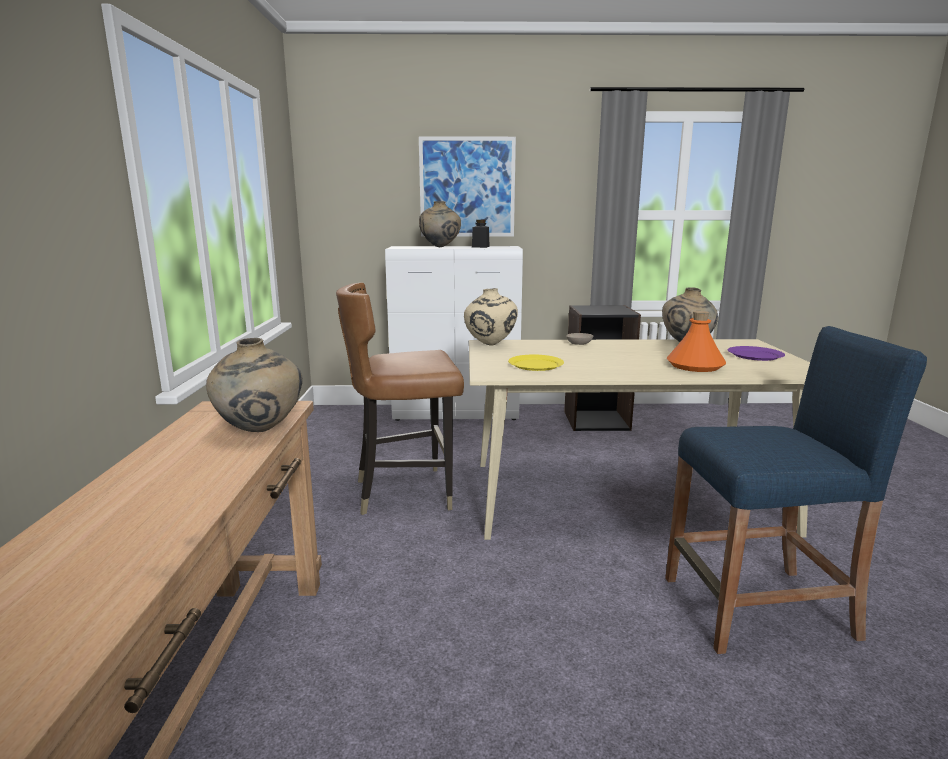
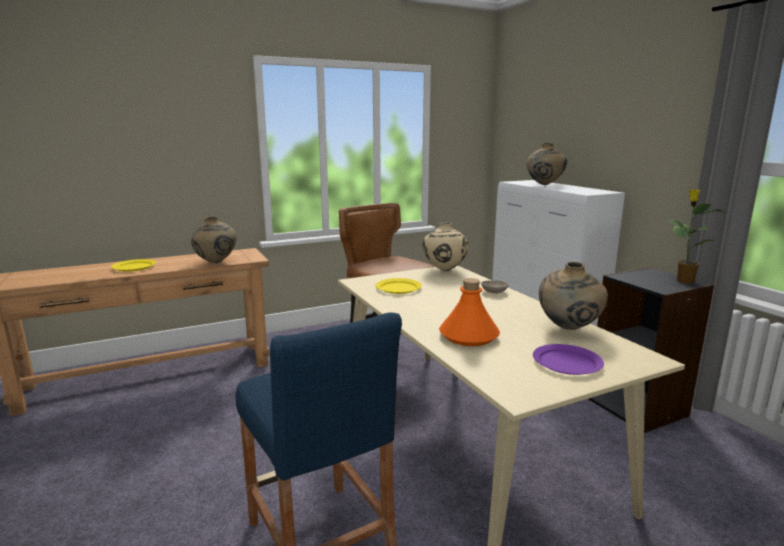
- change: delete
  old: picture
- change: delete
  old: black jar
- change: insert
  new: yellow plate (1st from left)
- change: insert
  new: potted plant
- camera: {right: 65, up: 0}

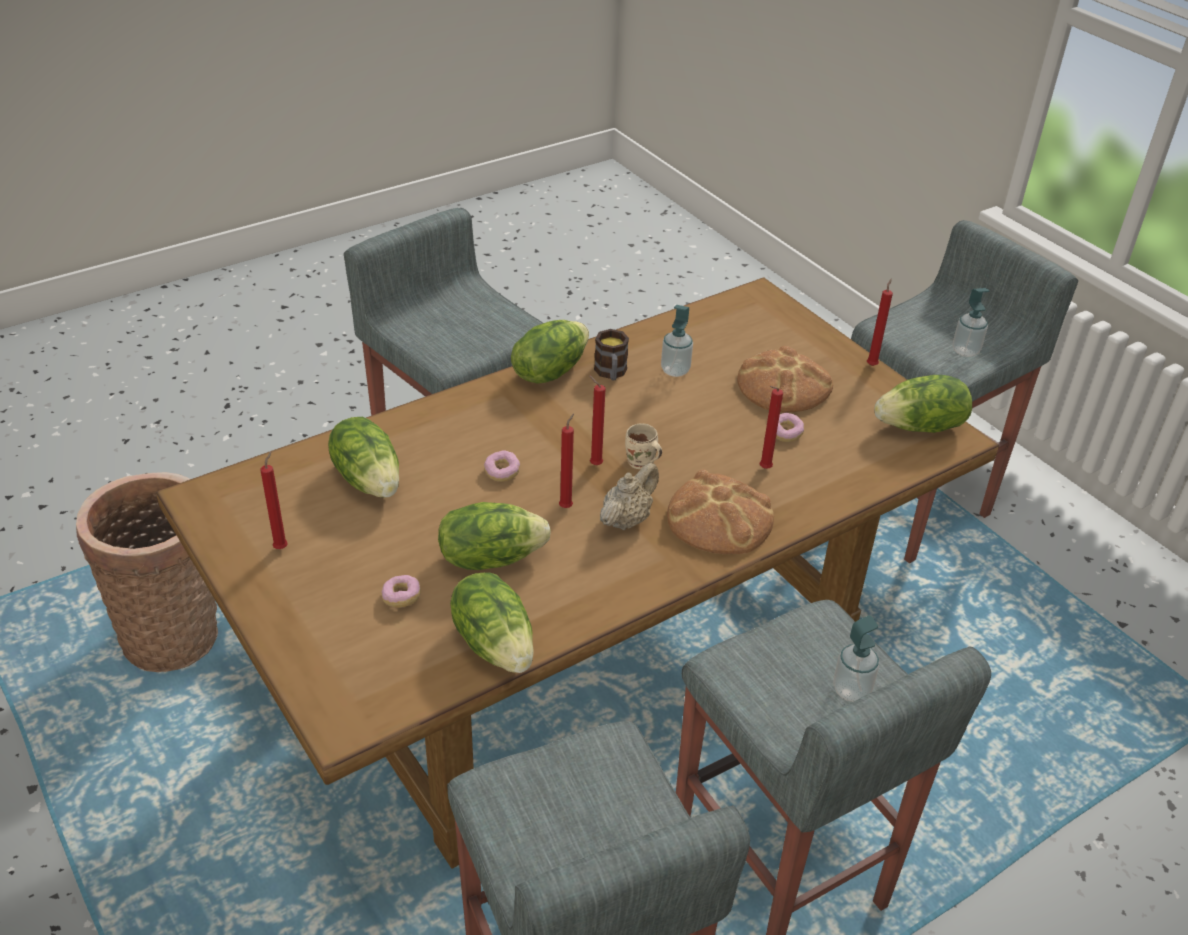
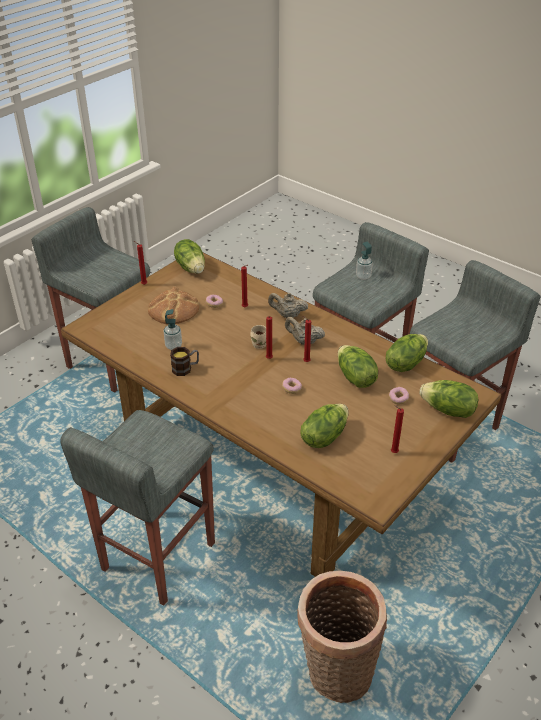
- change: move
  old: lettuce (4th from left in the first image)
  new: lettuce (5th from left)
- change: replace
  old: bread (1st from left)
  new: beige teapot (1st from left)
- change: delete
  old: soap dispenser (3rd from left)
- camera: {right: -105, up: 0}

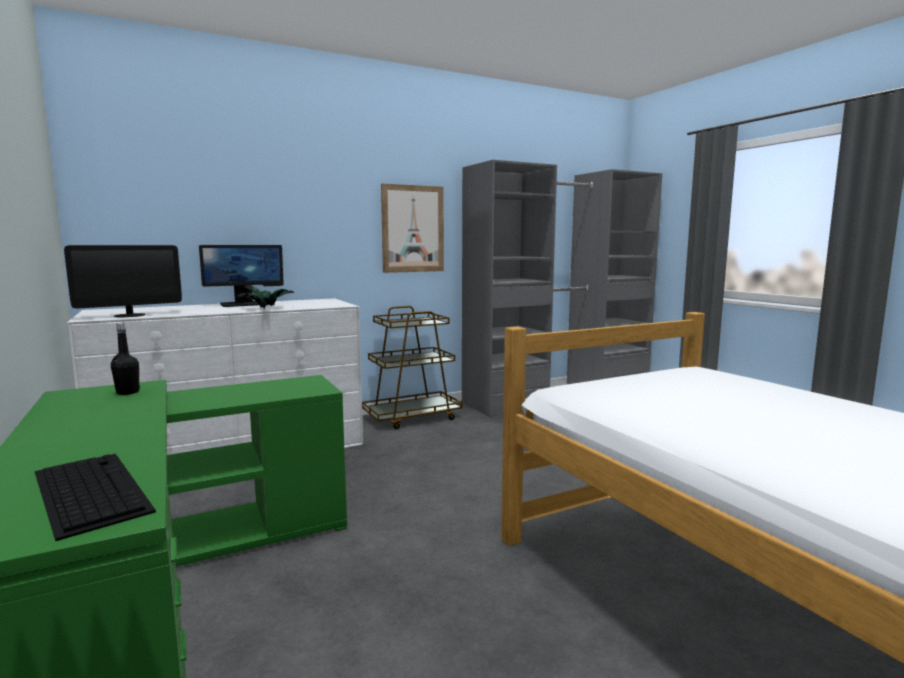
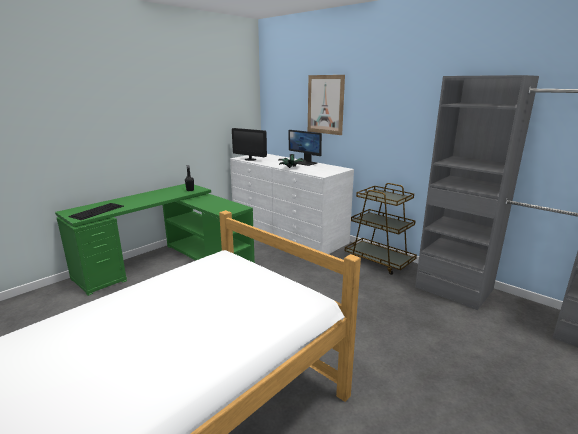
- change: move
  old: picture
- camera: {right: 70, up: 10}

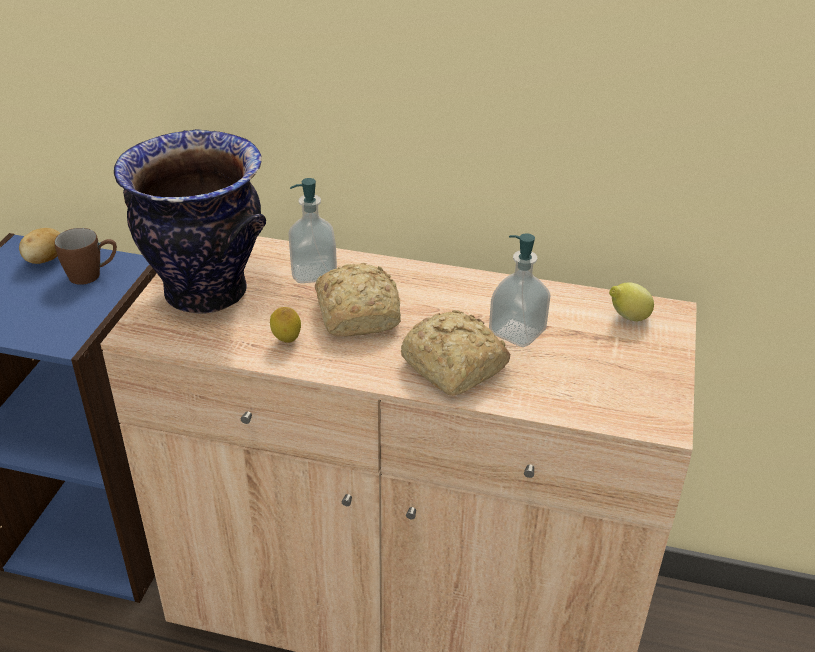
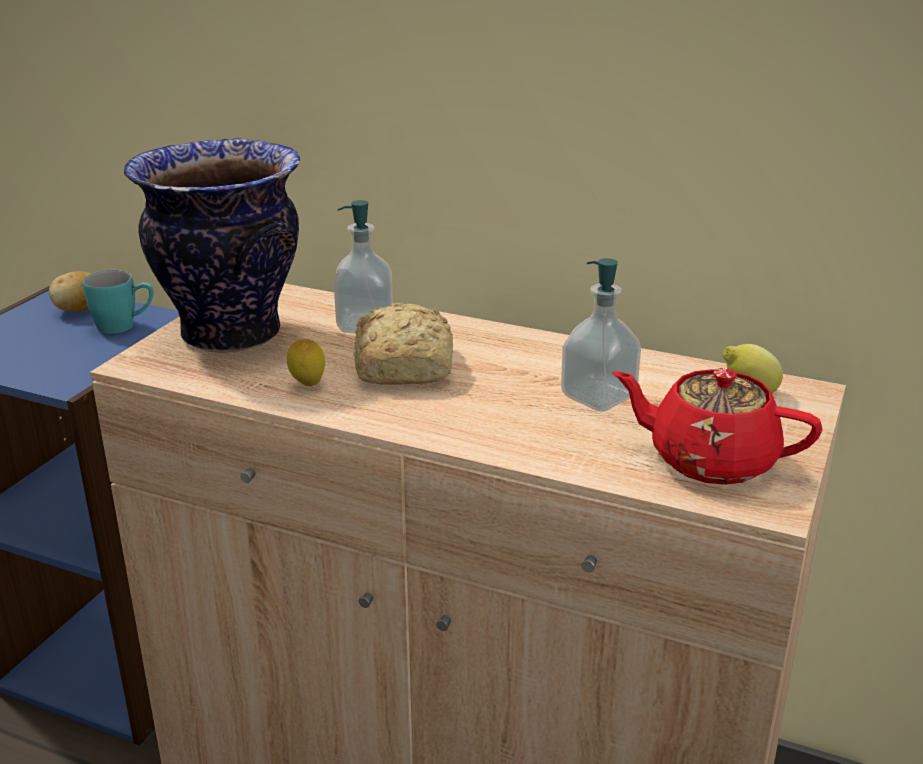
- change: recolor
  old: brown mug
  new: turquoise mug
- change: delete
  old: bread (2nd from left)
- change: insert
  new: red teapot
- camera: {right: 10, up: -10}

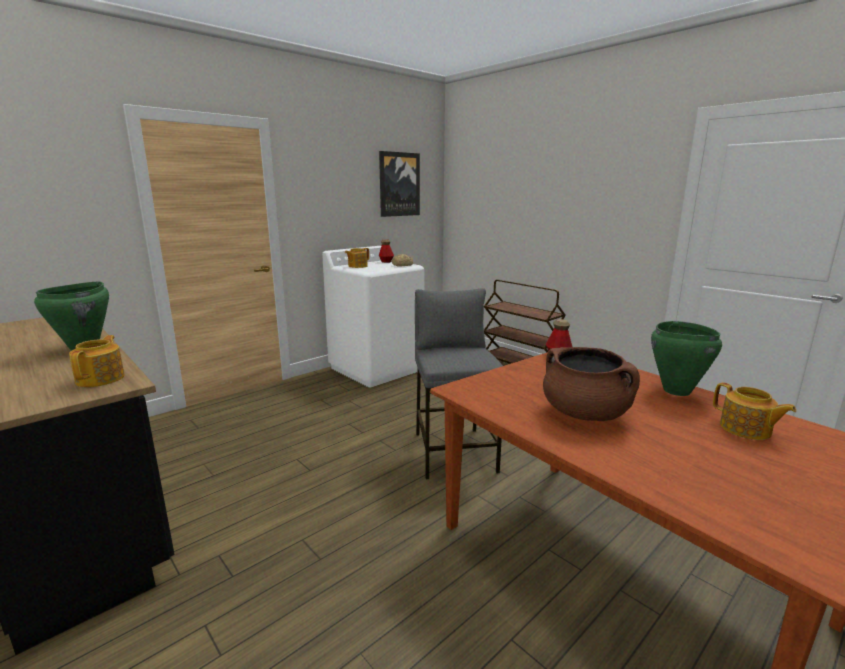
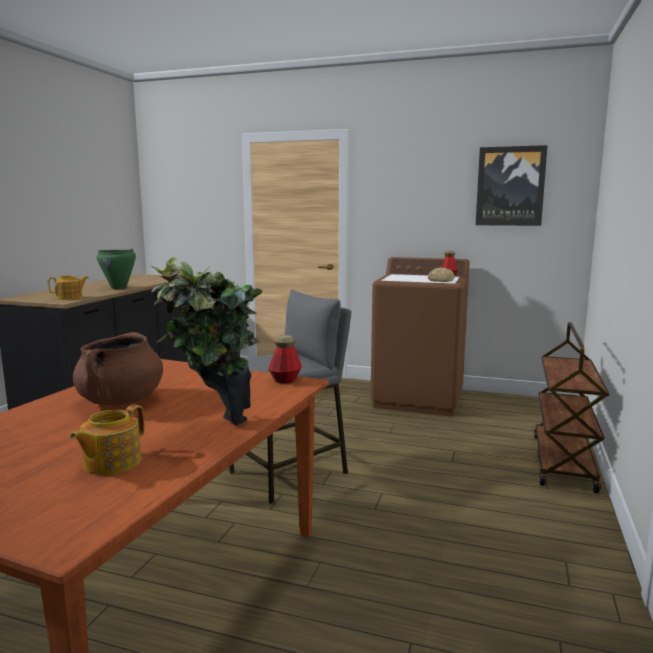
- change: recolor
  old: white washing machine
  new: brown washing machine
- change: delete
  old: teapot (2nd from left)
- change: replace
  old: green cooking pot (2nd from left)
  new: potted plant
- camera: {right: 60, up: -5}

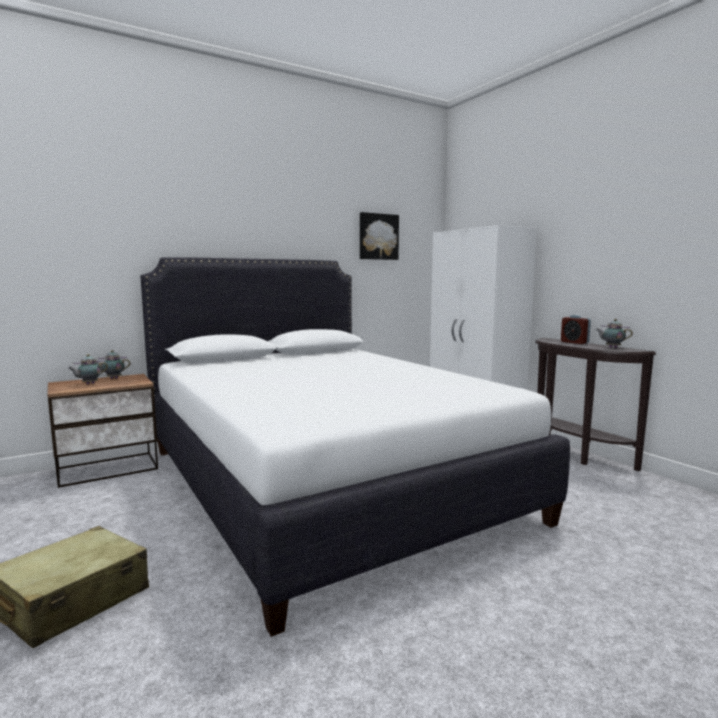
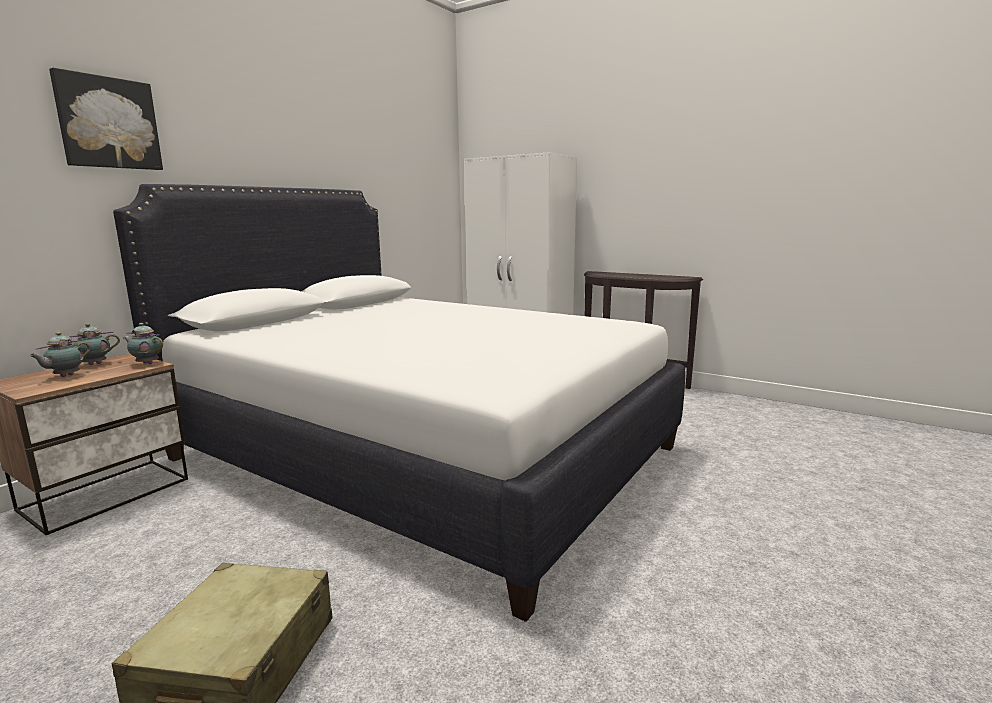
- change: move
  old: picture
- change: delete
  old: alarm clock
- change: move
  old: teapot (3rd from left)
- camera: {right: -25, up: 5}

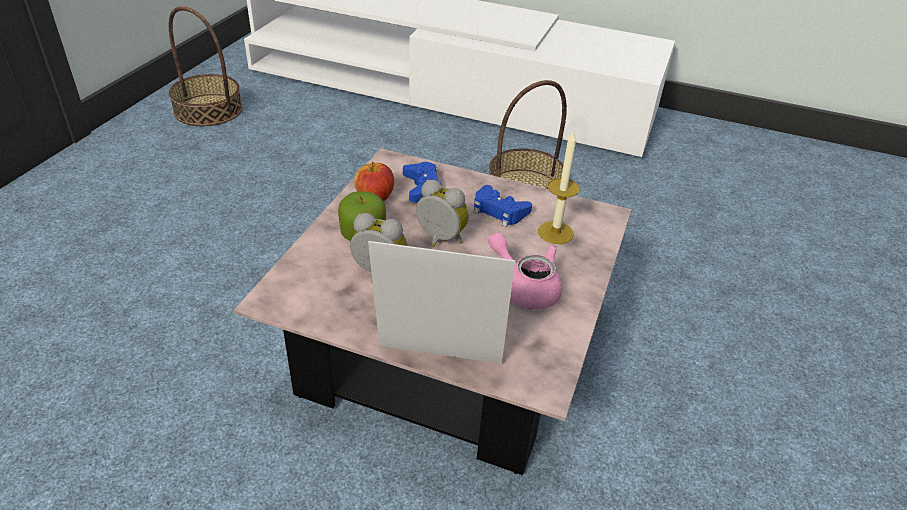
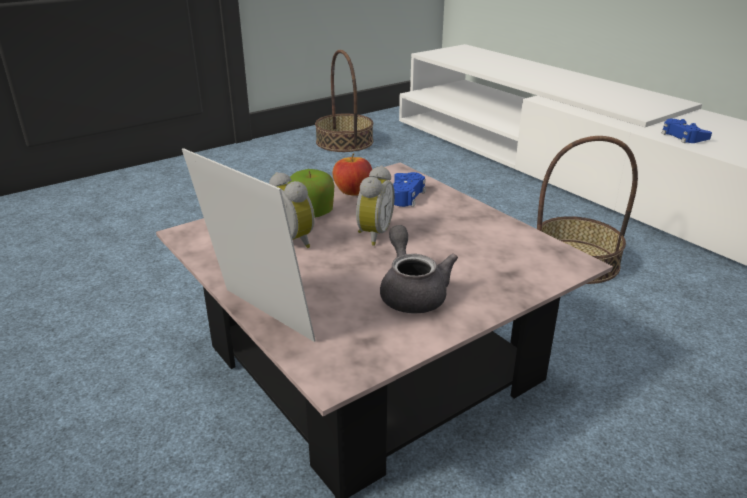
- change: rotate
  old: alarm clock (2nd from left)
  degrees: 45
- change: move
  old: blue game controller (2nd from left)
- change: recolor
  old: pink teapot
  new: grey teapot
- change: delete
  old: candle
- camera: {right: 35, up: -10}

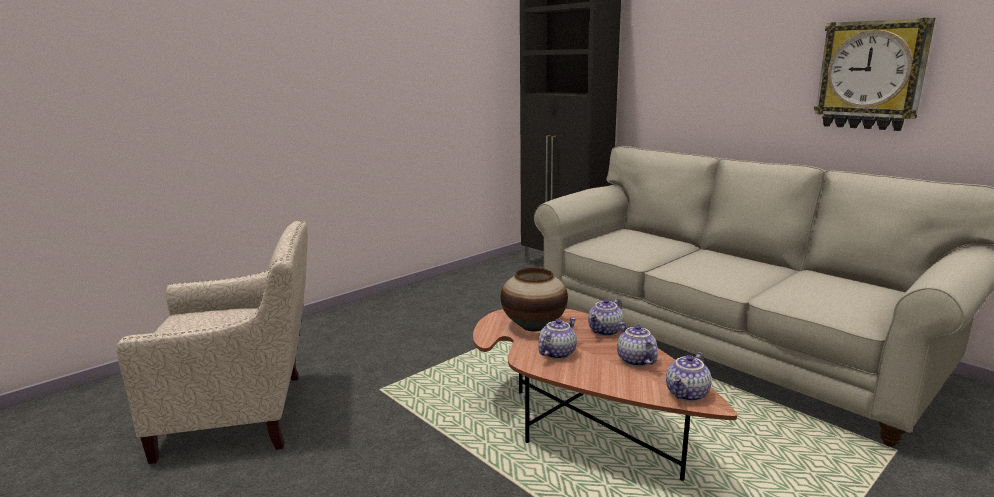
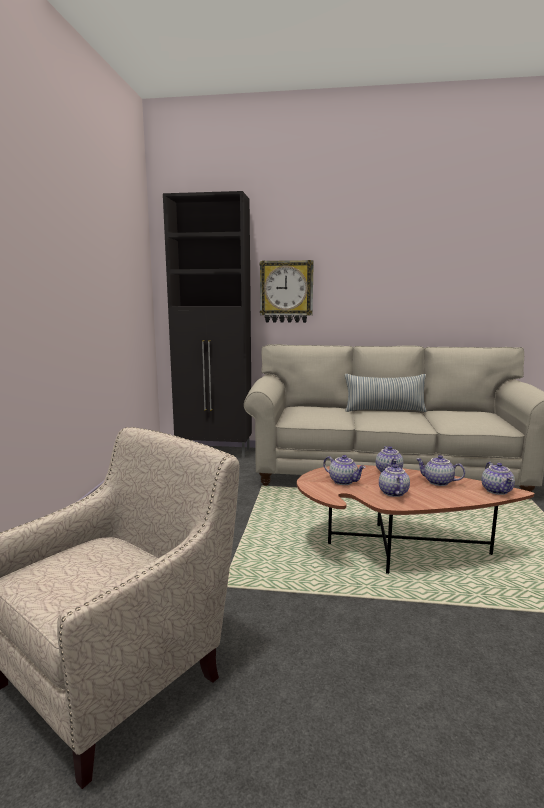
- change: replace
  old: vase
  new: teapot (1st from left)
- change: move
  old: wall clock
- change: insert
  new: pillow
- camera: {right: -40, up: -5}

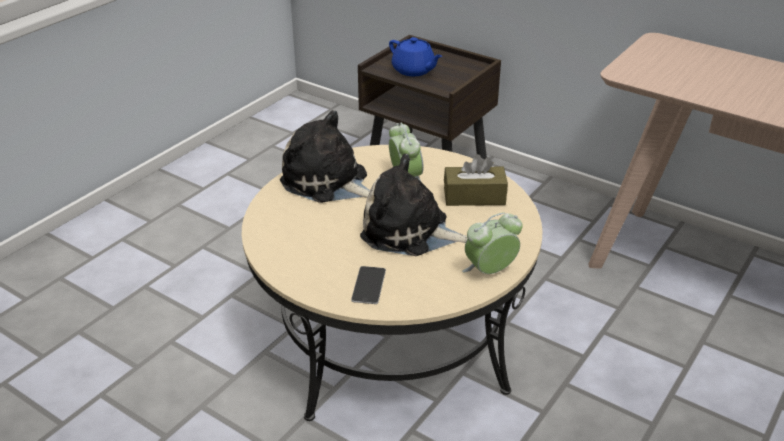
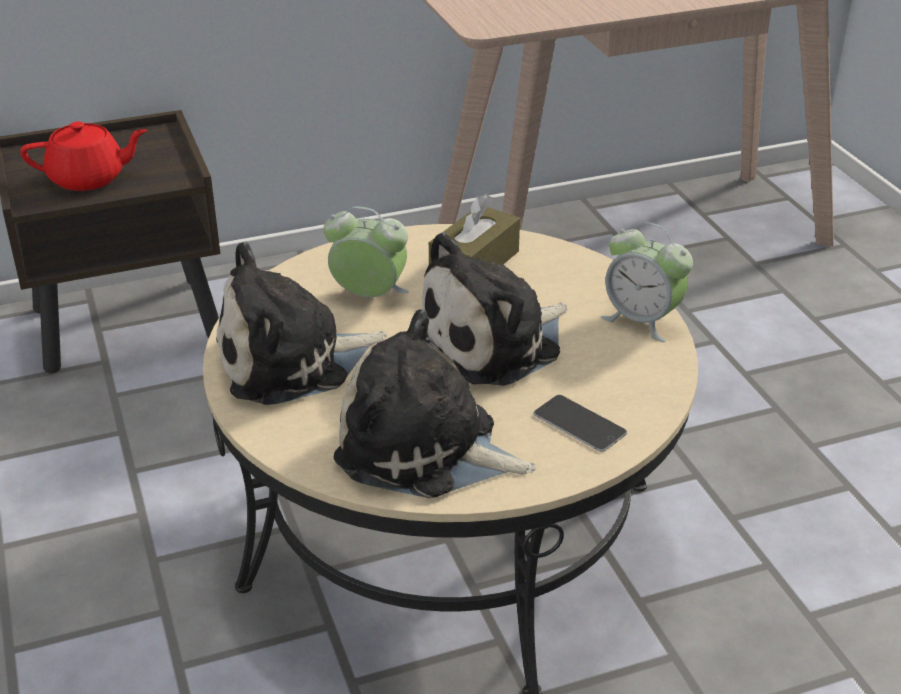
- change: recolor
  old: blue teapot
  new: red teapot
- change: rotate
  old: alarm clock (2nd from left)
  degrees: -60
- change: insert
  new: plush toy (2nd from left)
- camera: {right: -55, up: 0}

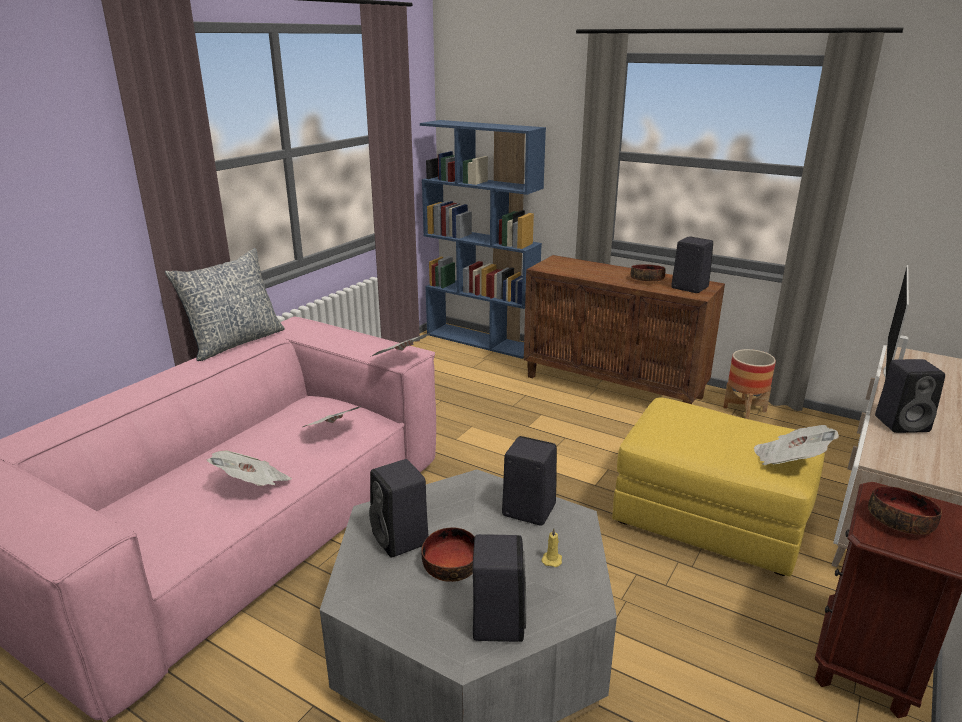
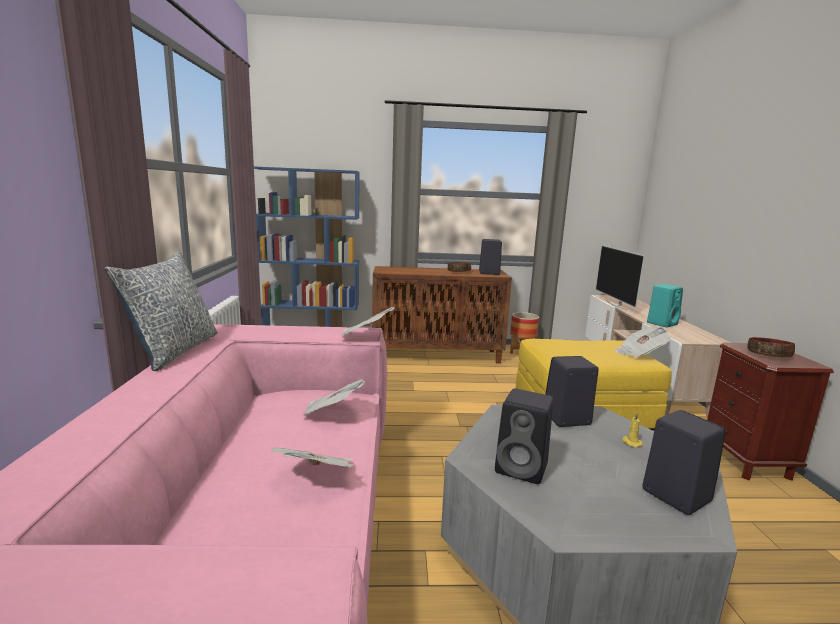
- change: delete
  old: bowl (1st from left)
- change: recolor
  old: black speaker (5th from left)
  new: turquoise speaker
- camera: {right: -35, up: -10}

